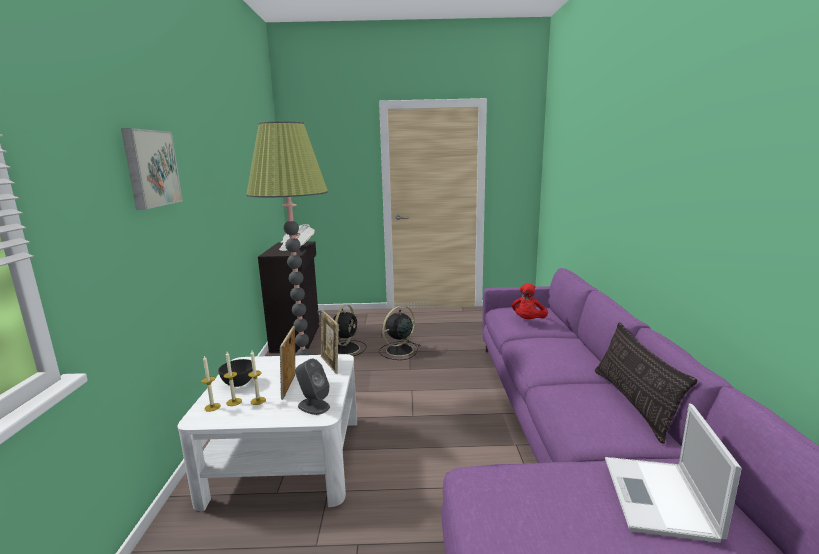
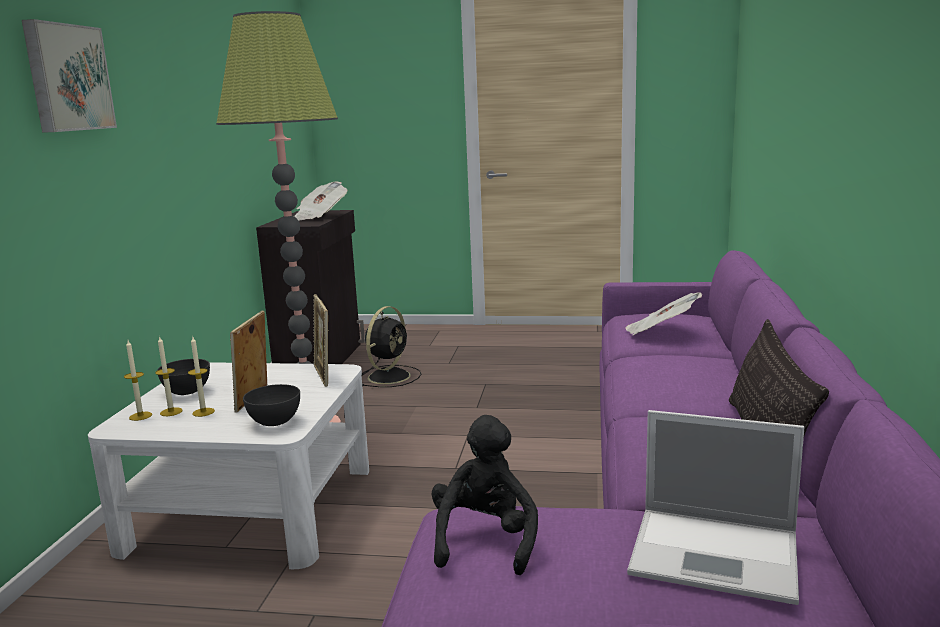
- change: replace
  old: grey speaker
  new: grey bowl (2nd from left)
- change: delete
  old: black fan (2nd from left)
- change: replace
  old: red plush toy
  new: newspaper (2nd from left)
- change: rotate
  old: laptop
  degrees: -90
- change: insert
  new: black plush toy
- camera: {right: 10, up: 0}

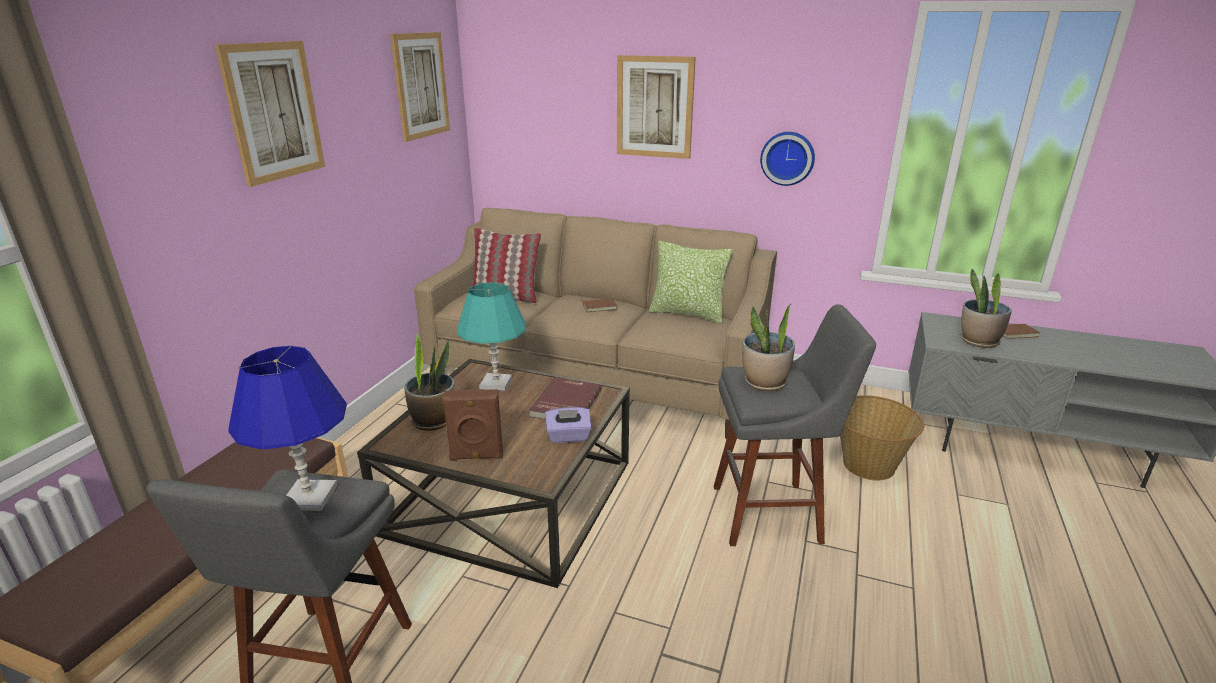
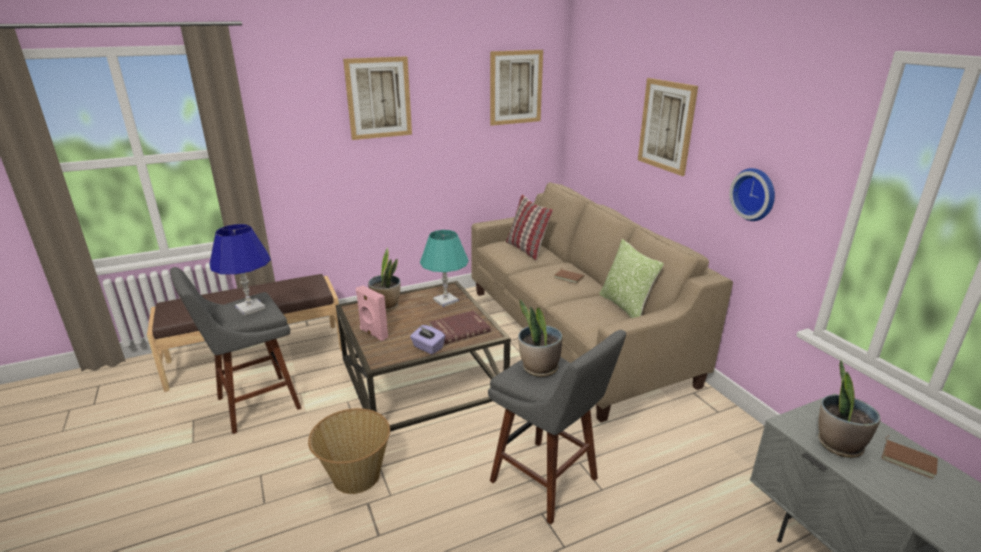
- change: recolor
  old: brown speaker
  new: pink speaker
- change: move
  old: basket
- camera: {right: 45, up: 0}

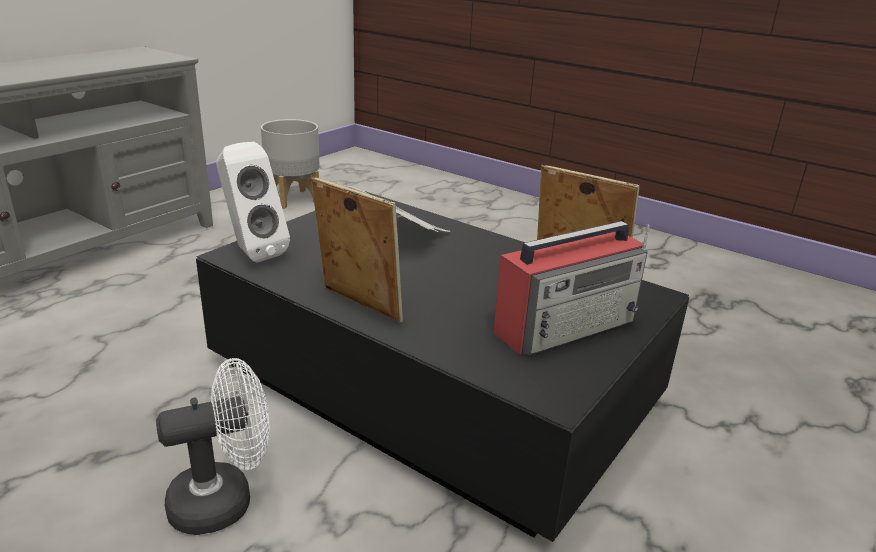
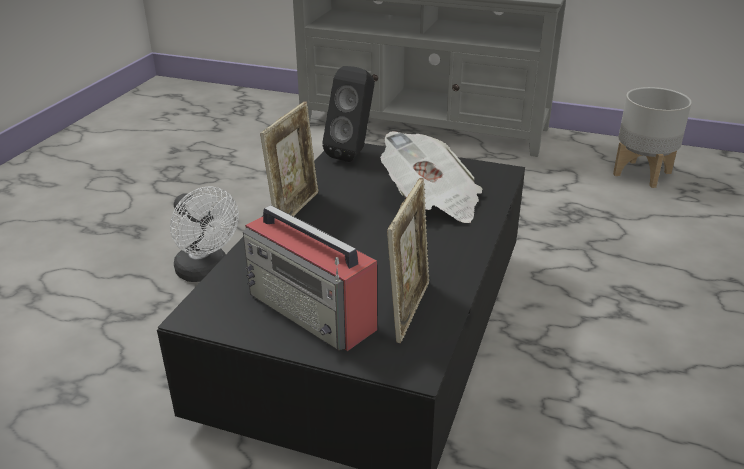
- change: recolor
  old: white speaker
  new: black speaker
- camera: {right: 75, up: 5}

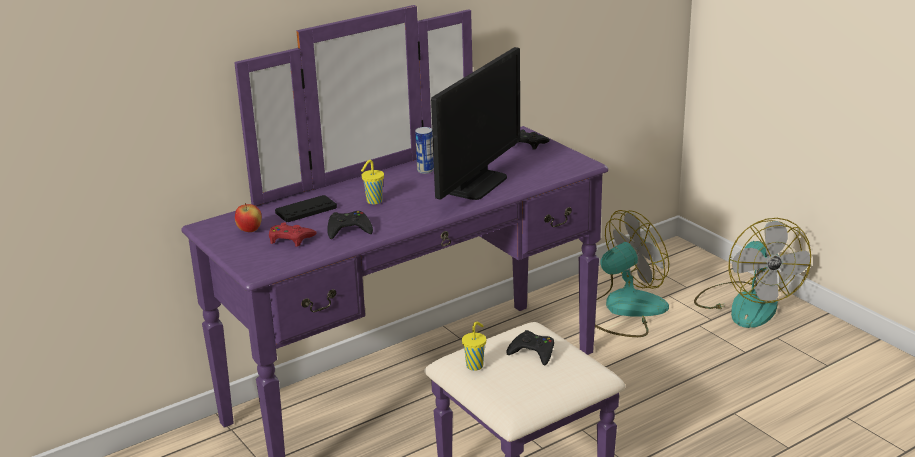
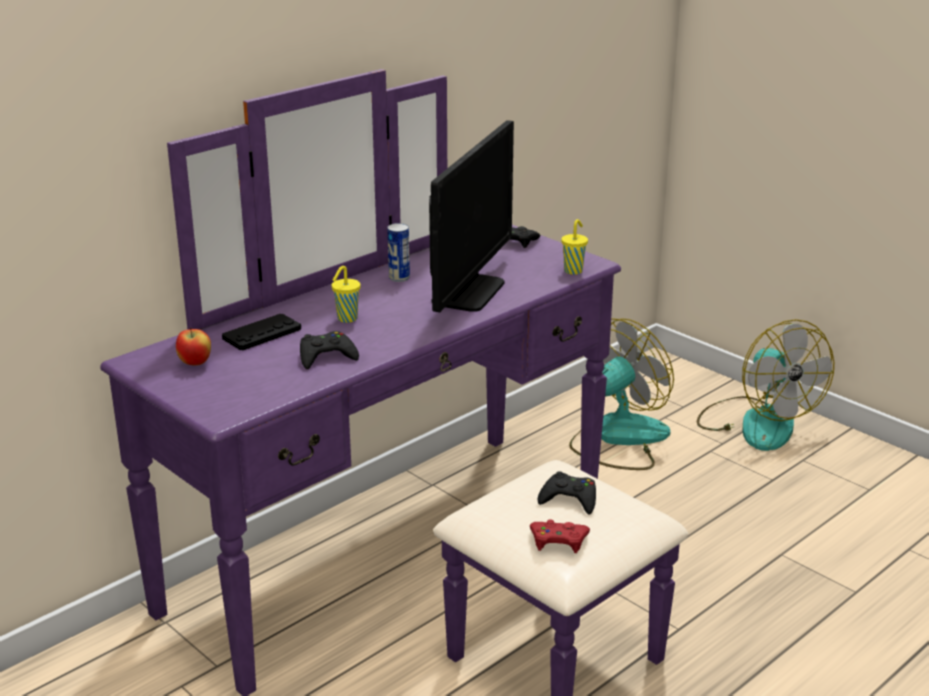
- change: move
  old: red game controller
- change: move
  old: yellow cup (2nd from left)
- camera: {right: -10, up: 0}

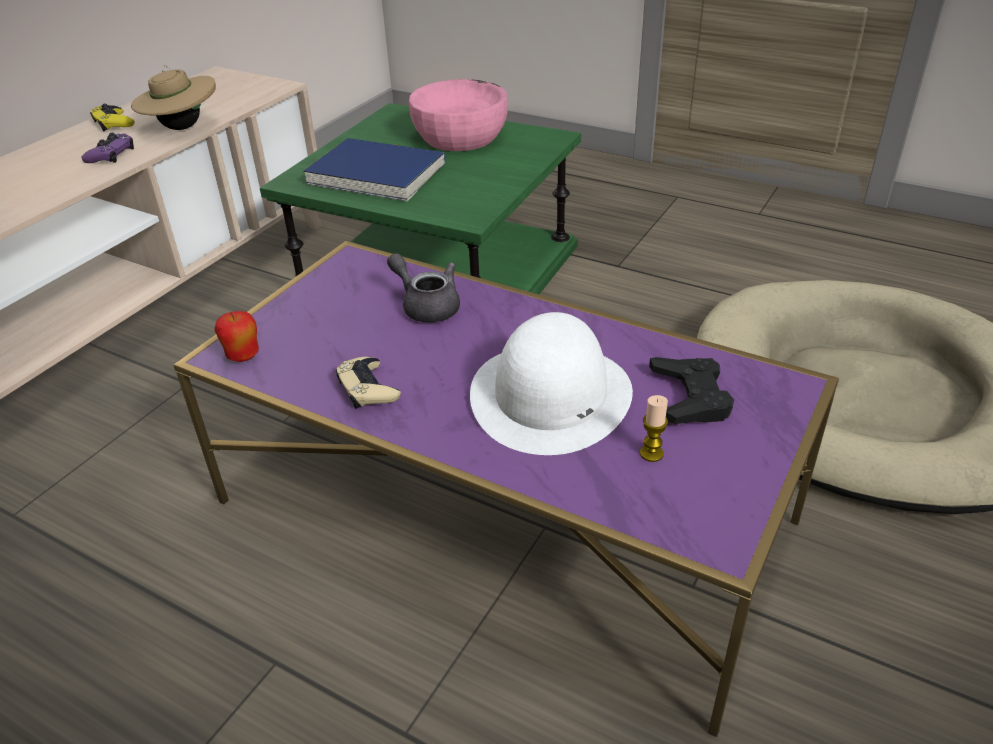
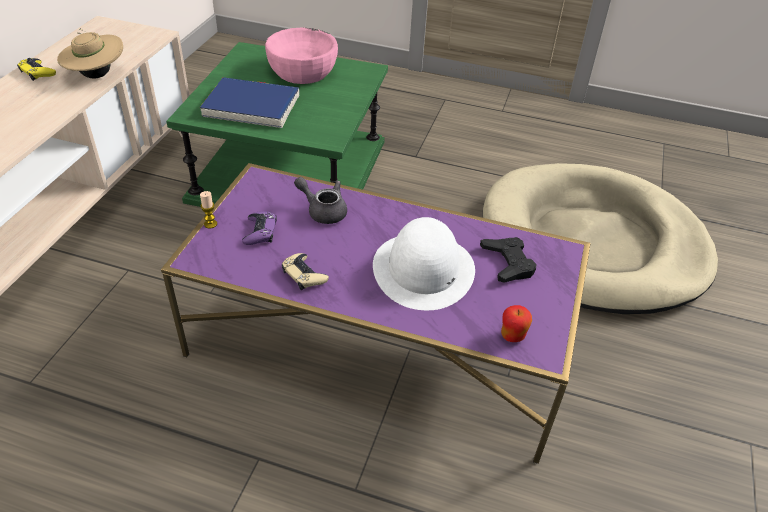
- change: move
  old: purple game controller
- change: move
  old: apple
- change: move
  old: candle
- camera: {right: -15, up: 5}

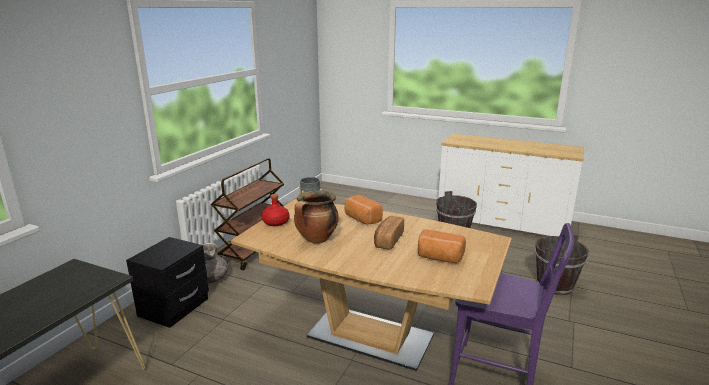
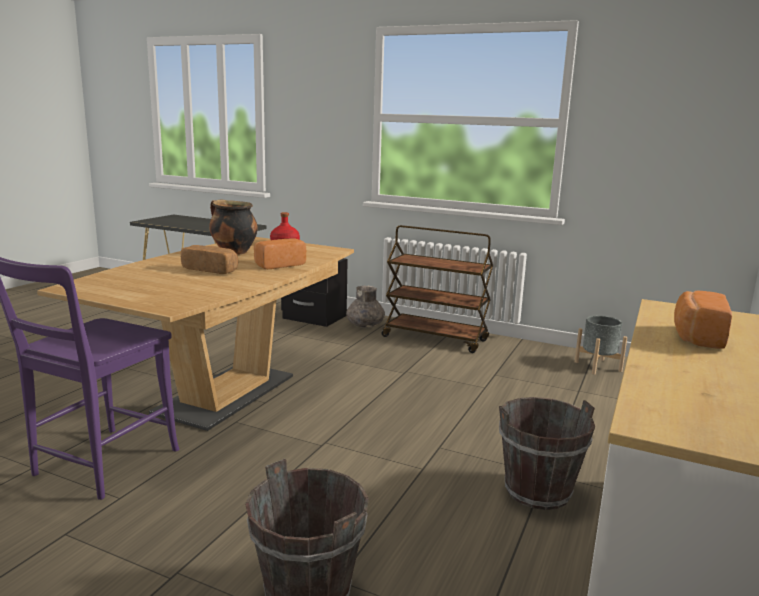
- change: move
  old: bread (3rd from left)
- camera: {right: 90, up: -5}

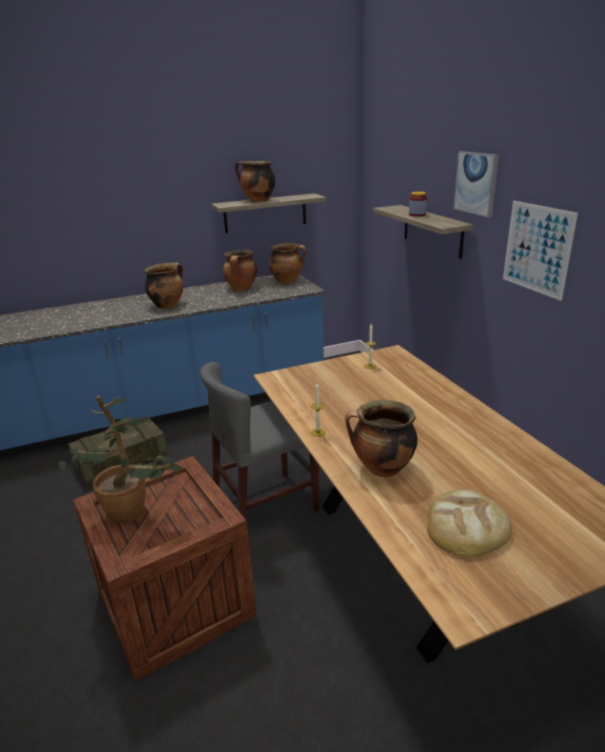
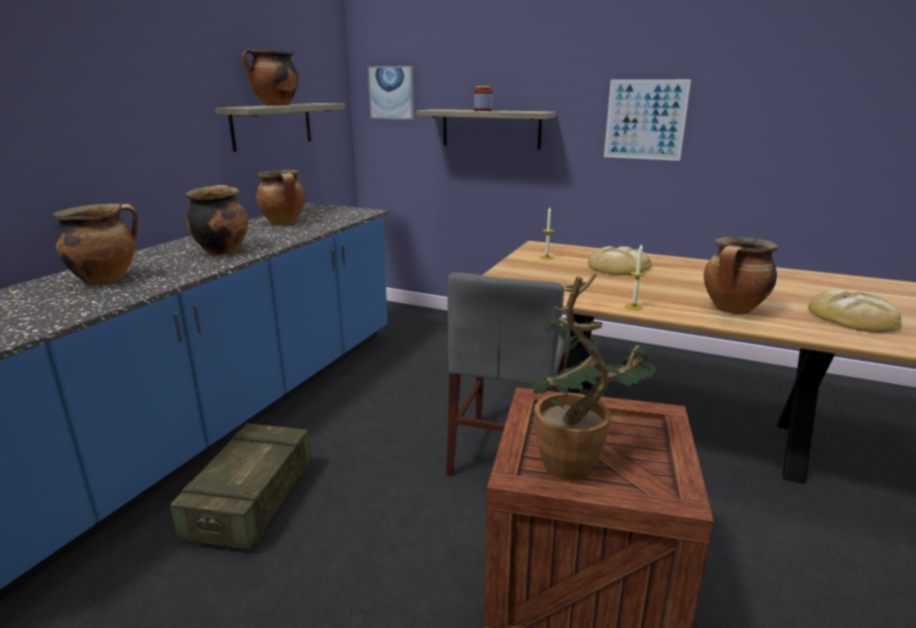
- change: move
  old: cooking pot (4th from left in the first image)
  new: cooking pot (1st from left)
- change: move
  old: picture (1st from left)
- change: insert
  new: bread (1st from left)
- camera: {right: -45, up: -5}

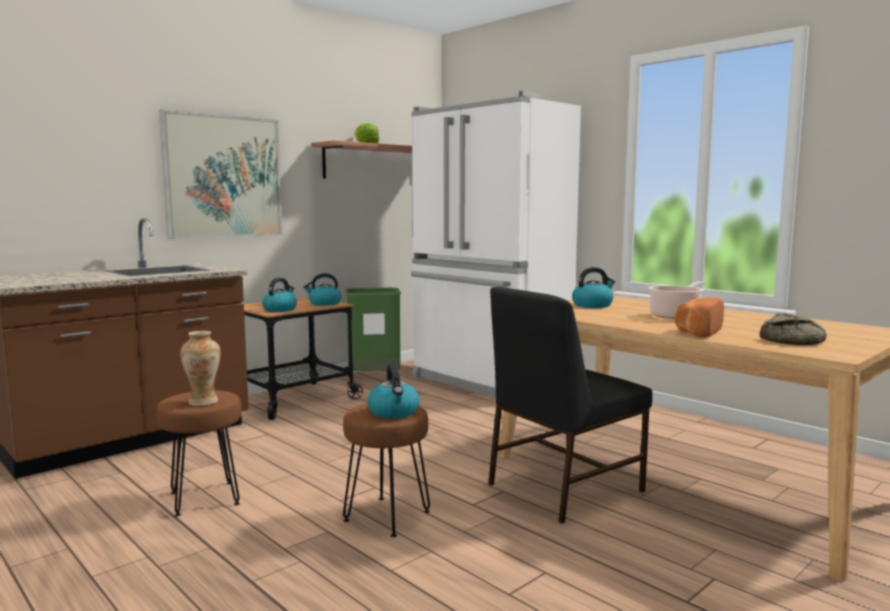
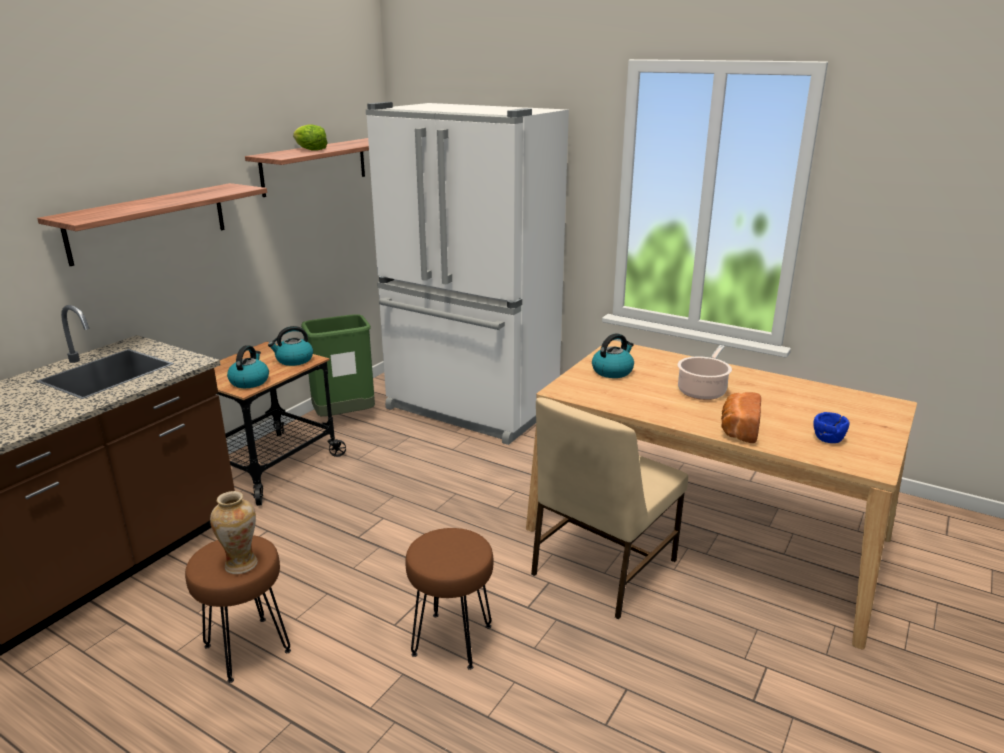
- change: replace
  old: picture
  new: shelf (1st from left)
- change: delete
  old: kettle (3rd from left)
- change: recolor
  old: black chair
  new: beige chair
- change: replace
  old: bread (2nd from left)
  new: blue bowl
- camera: {right: -15, up: 15}

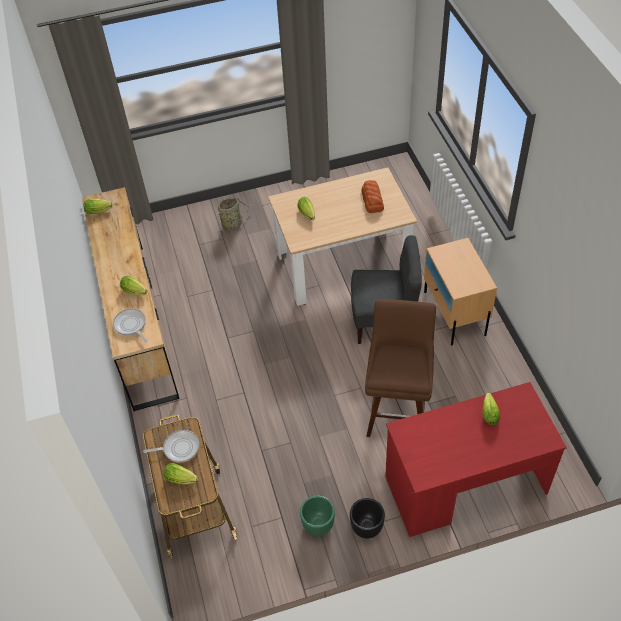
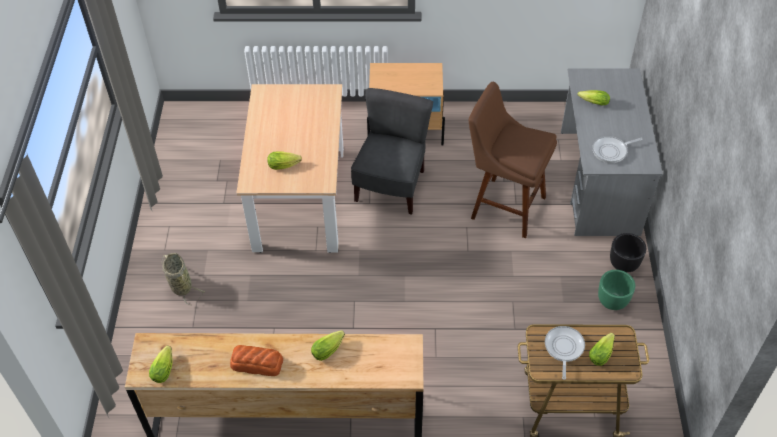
- change: move
  old: frying pan (1st from left in the first image)
  new: frying pan (2nd from left)
- change: move
  old: bread
- change: recolor
  old: red desk
  new: grey desk
- camera: {right: -75, up: 0}

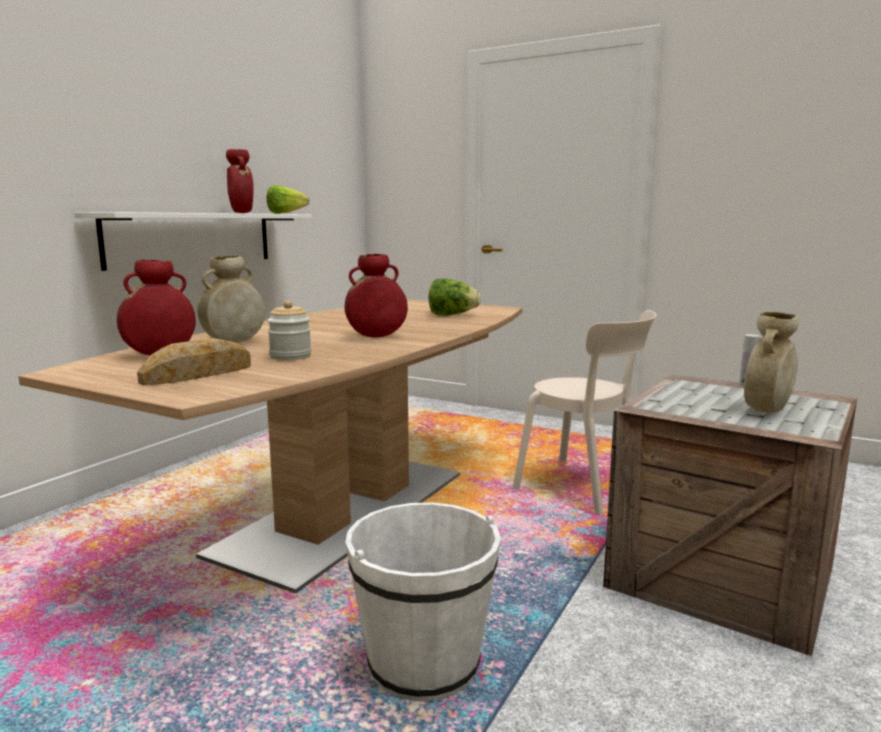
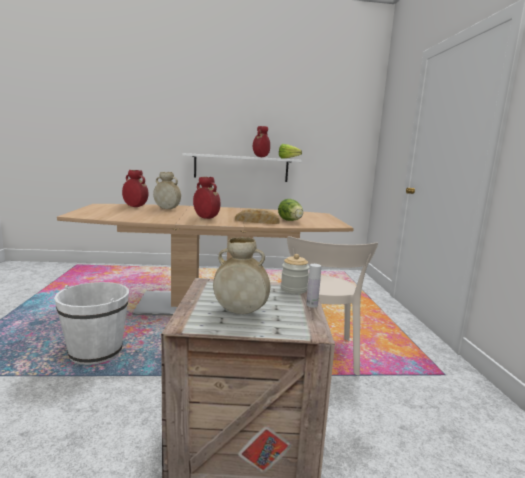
- change: move
  old: bread
- change: move
  old: jar
- camera: {right: 55, up: 0}

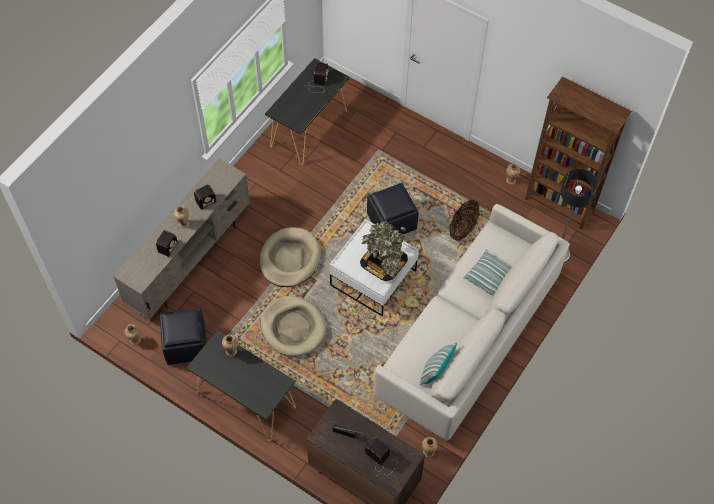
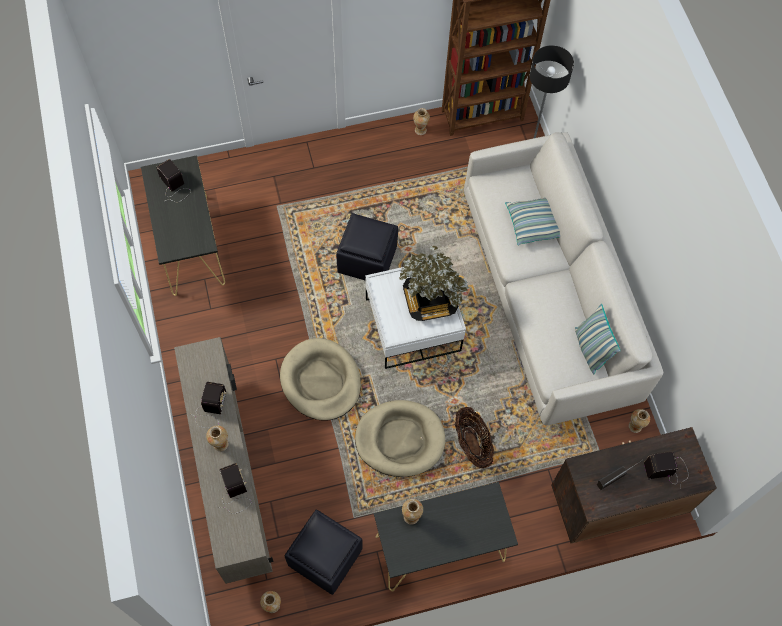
- change: move
  old: basket
- camera: {right: -50, up: 5}

